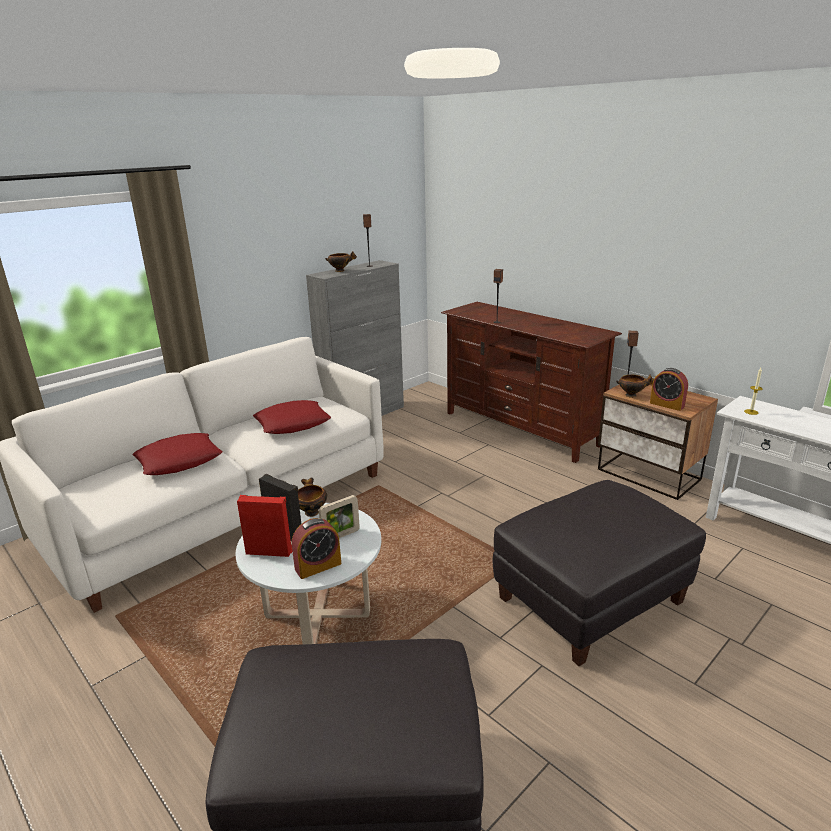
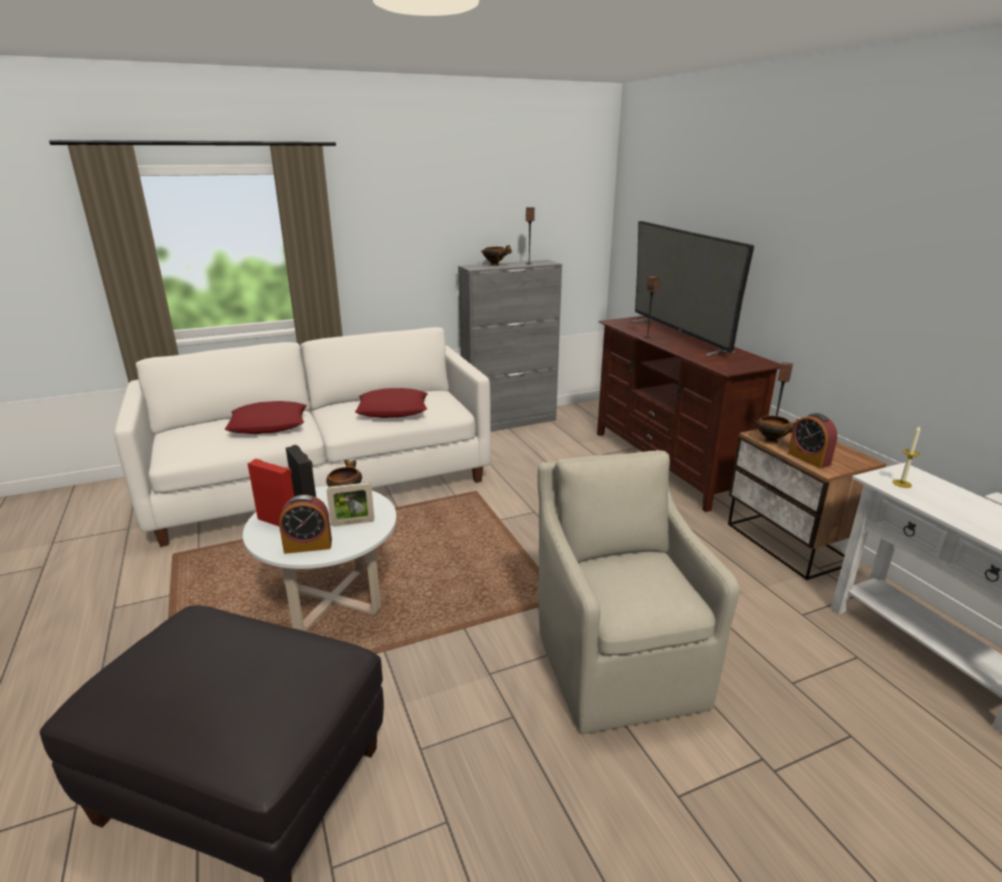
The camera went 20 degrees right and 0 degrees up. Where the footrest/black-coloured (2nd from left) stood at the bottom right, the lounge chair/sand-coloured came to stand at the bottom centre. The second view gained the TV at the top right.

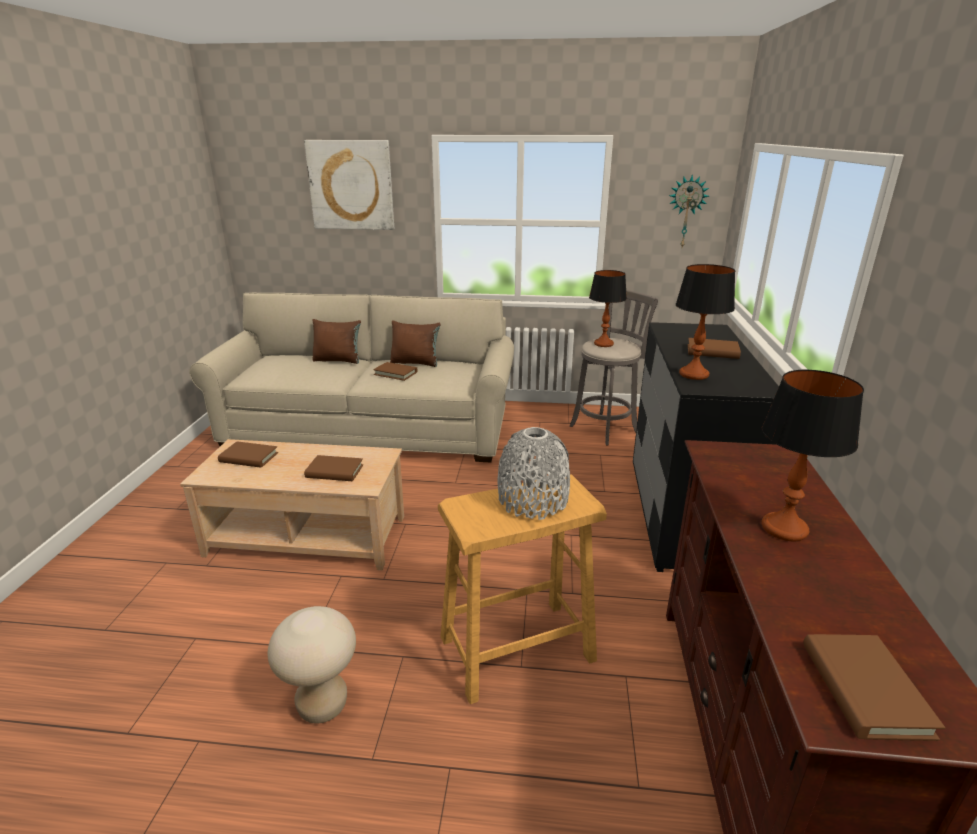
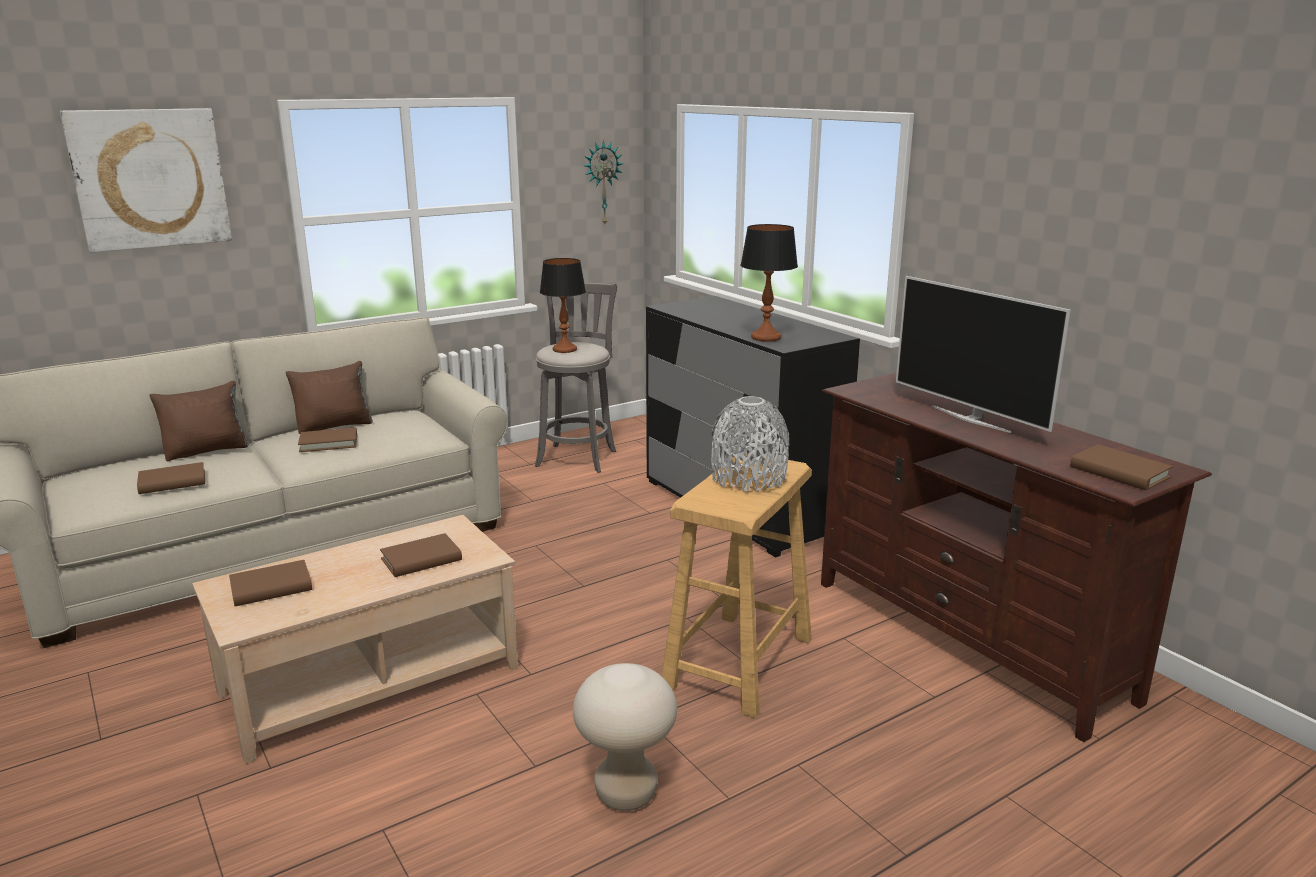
The camera went 40 degrees left and 5 degrees down. The volume/brown-coloured (4th from left in the first image) ended up elsewhere, having gone from the middle right to the middle left. Where the tabletop lamp (3rd from left) stood at the middle right, the TV came to stand at the middle right.

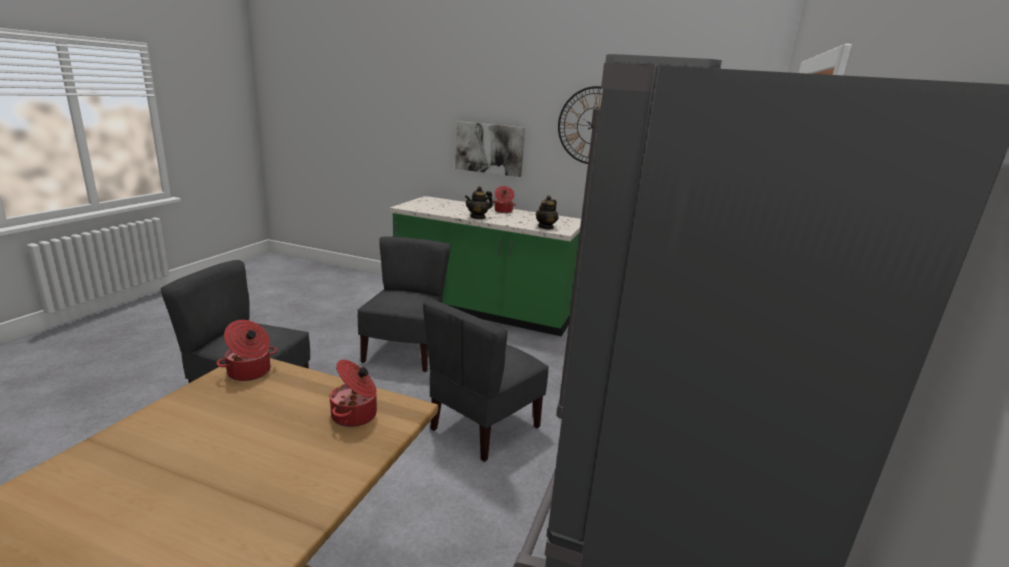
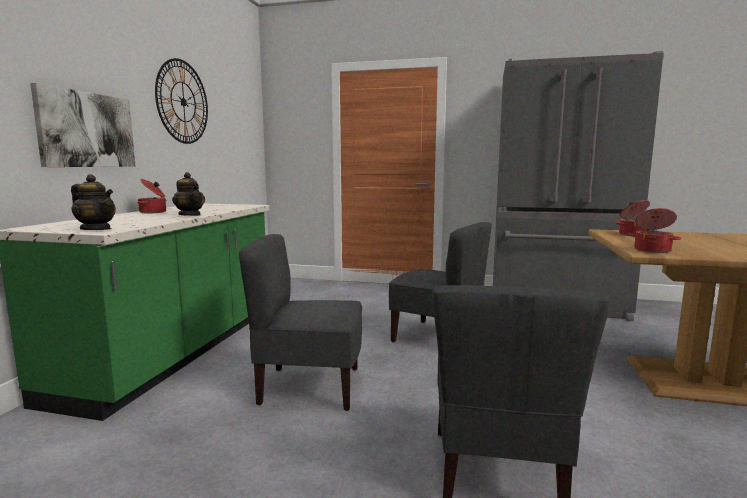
The camera went 95 degrees left and 10 degrees down. The tea pot (2nd from left in the first image) ended up elsewhere, having gone from the centre to the middle left.

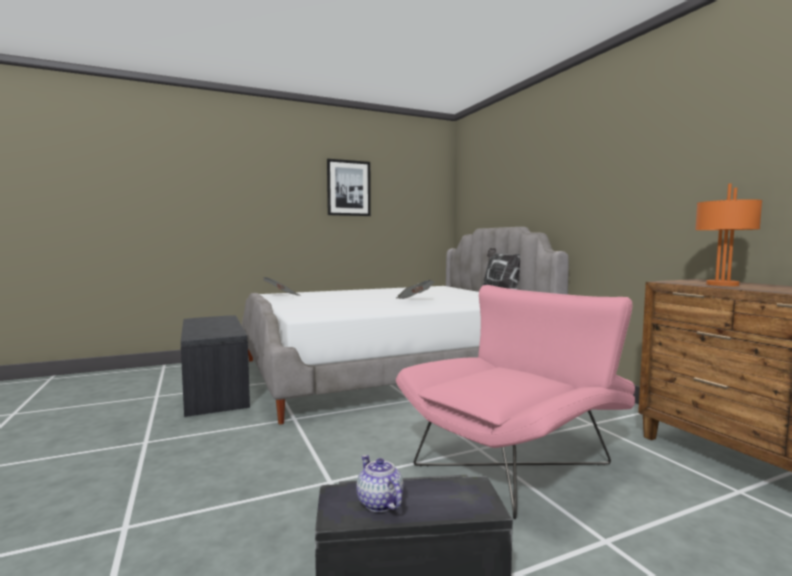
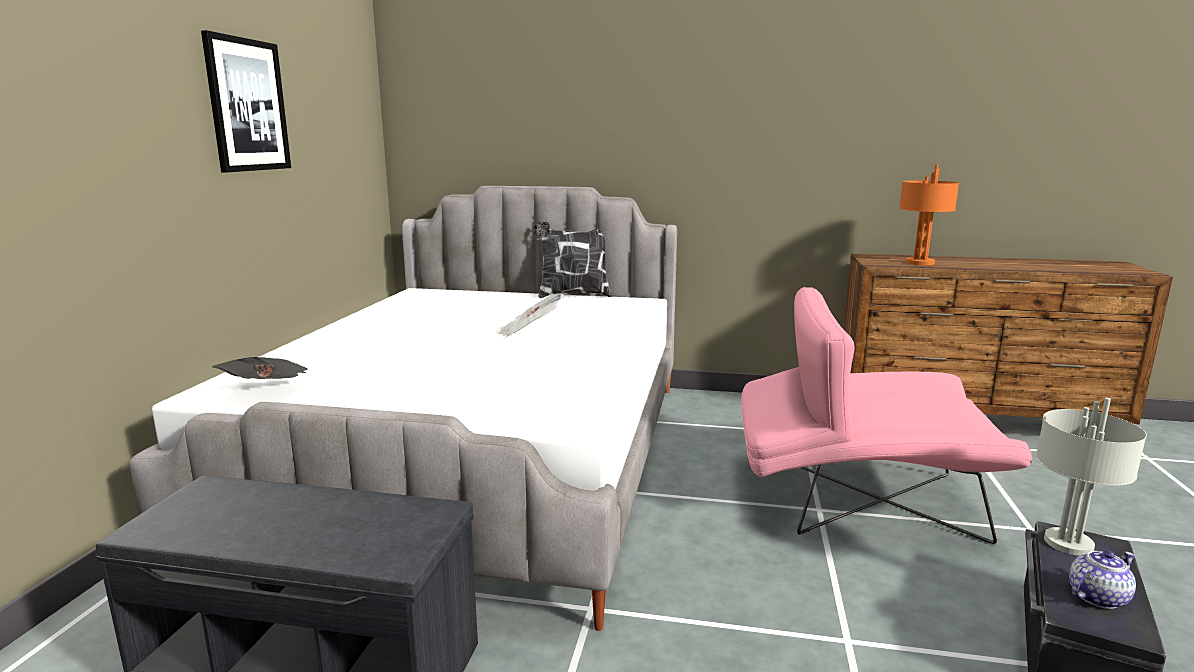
The camera went 55 degrees left and 10 degrees up. The tea pot at the bottom centre ended up facing another way, 150 degrees clockwise from before. The lounge chair/pink at the bottom centre ended up facing another way, 75 degrees counterclockwise from before. The second view gained the tabletop lamp/greyish at the bottom right.

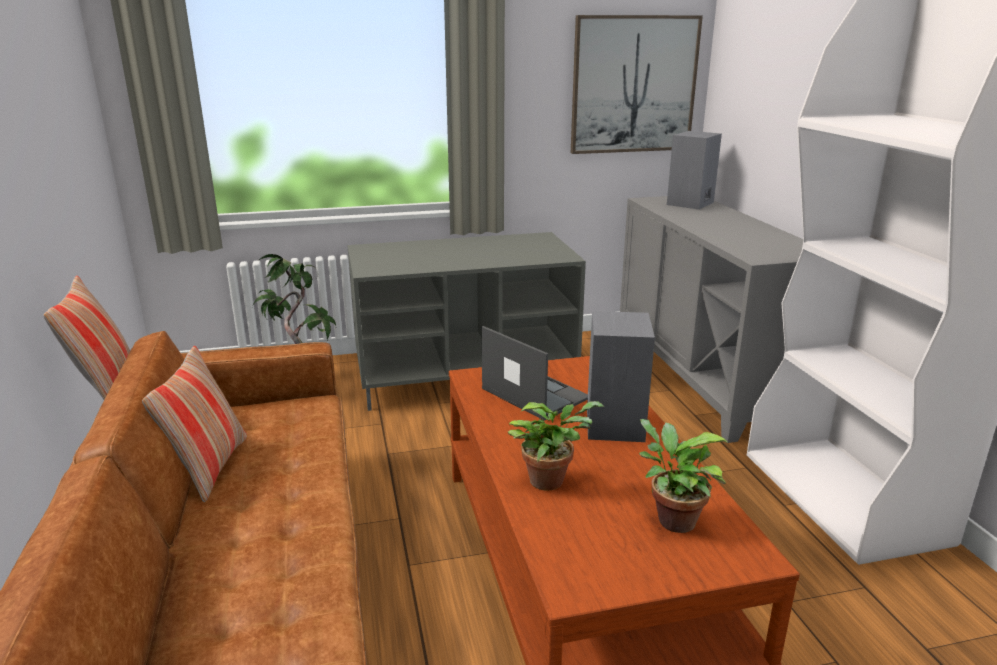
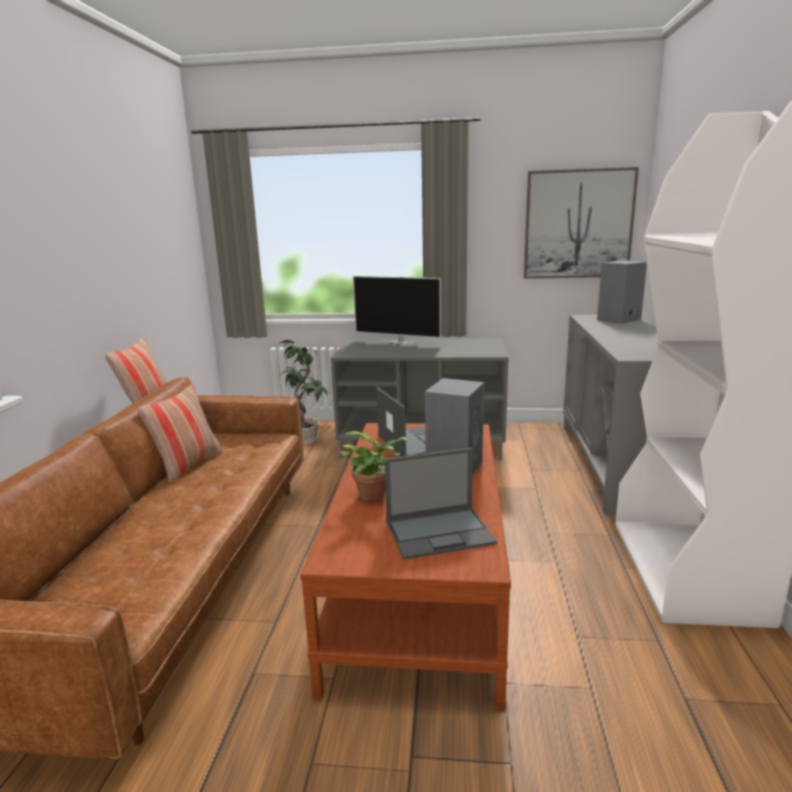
The camera went 20 degrees right and 5 degrees down. Where the houseplant (3rd from left) stood at the bottom right, the portable computer (2nd from left) came to stand at the centre. The second view gained the TV at the centre.

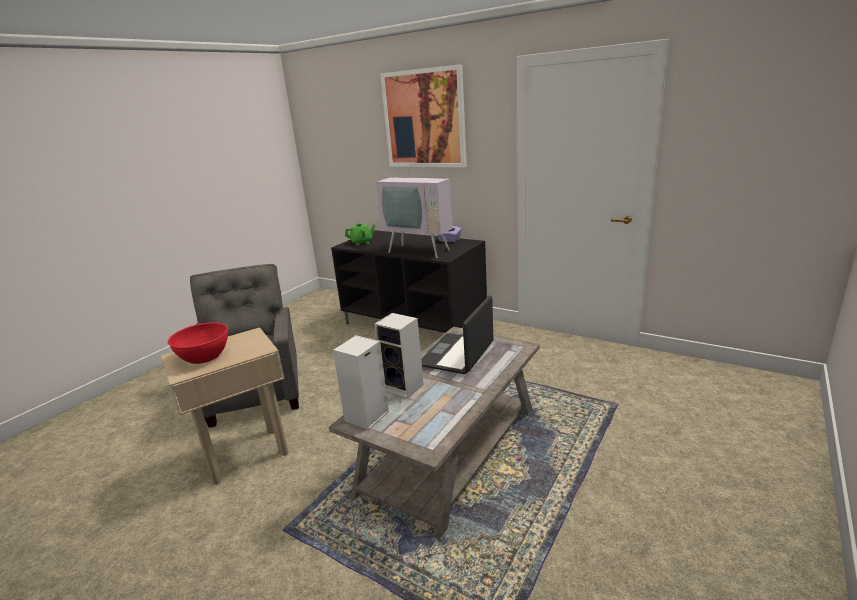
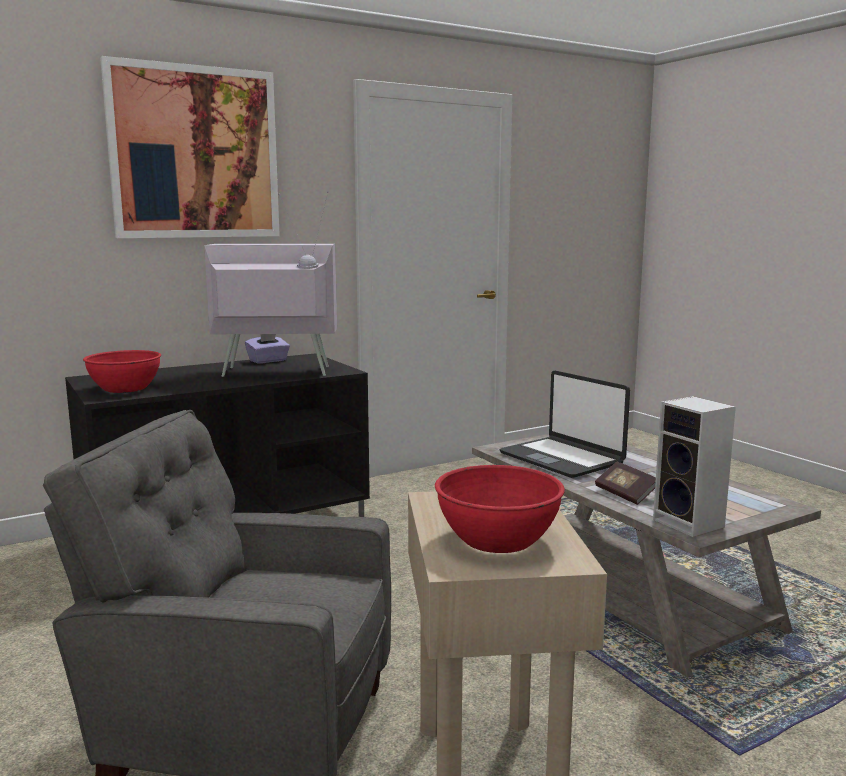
The camera went 65 degrees left and 10 degrees down. Where the tea pot/green-coloured stood at the centre, the bowl/red (1st from left) came to stand at the middle left. Where the audio speaker (2nd from left) stood at the centre, the volume came to stand at the middle right. The TV at the centre ended up facing another way, 150 degrees counterclockwise from before.

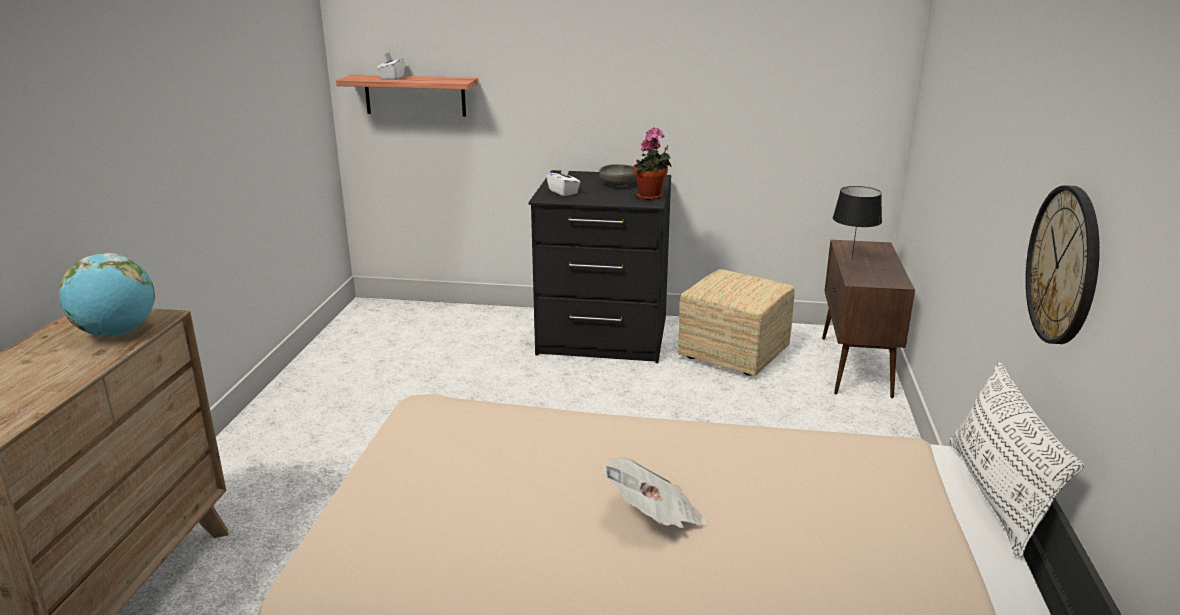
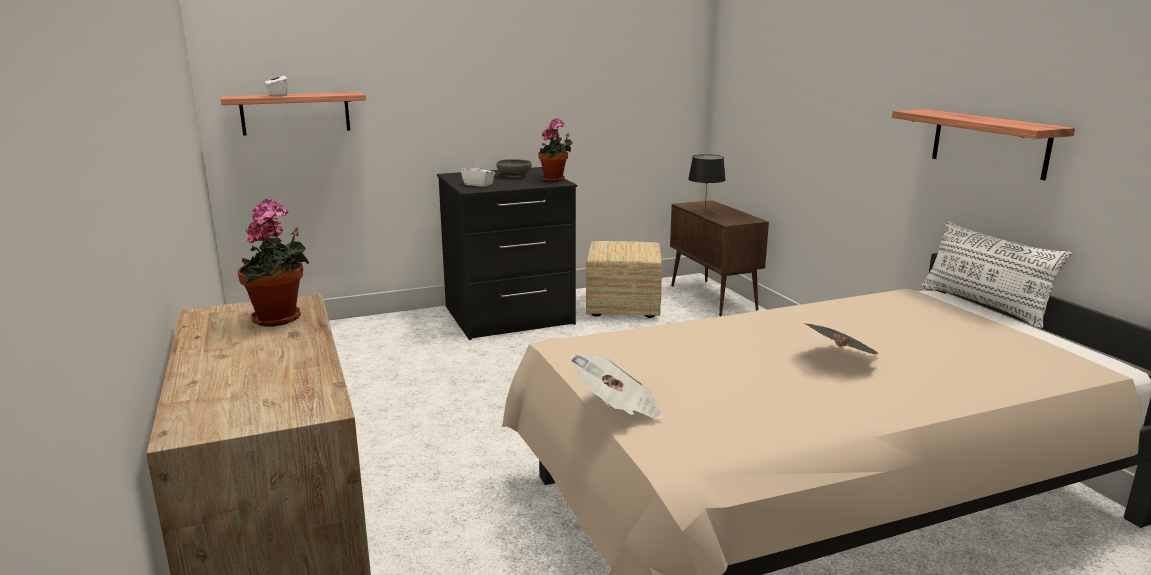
The camera went 30 degrees left and 5 degrees down. Where the desk globe stood at the middle left, the houseplant (1st from left) came to stand at the middle left. Where the clock on the wall hung at the middle right, the wall shelf (2nd from left) came to hang at the top right. The second view gained the newspaper (1st from left) at the bottom centre.

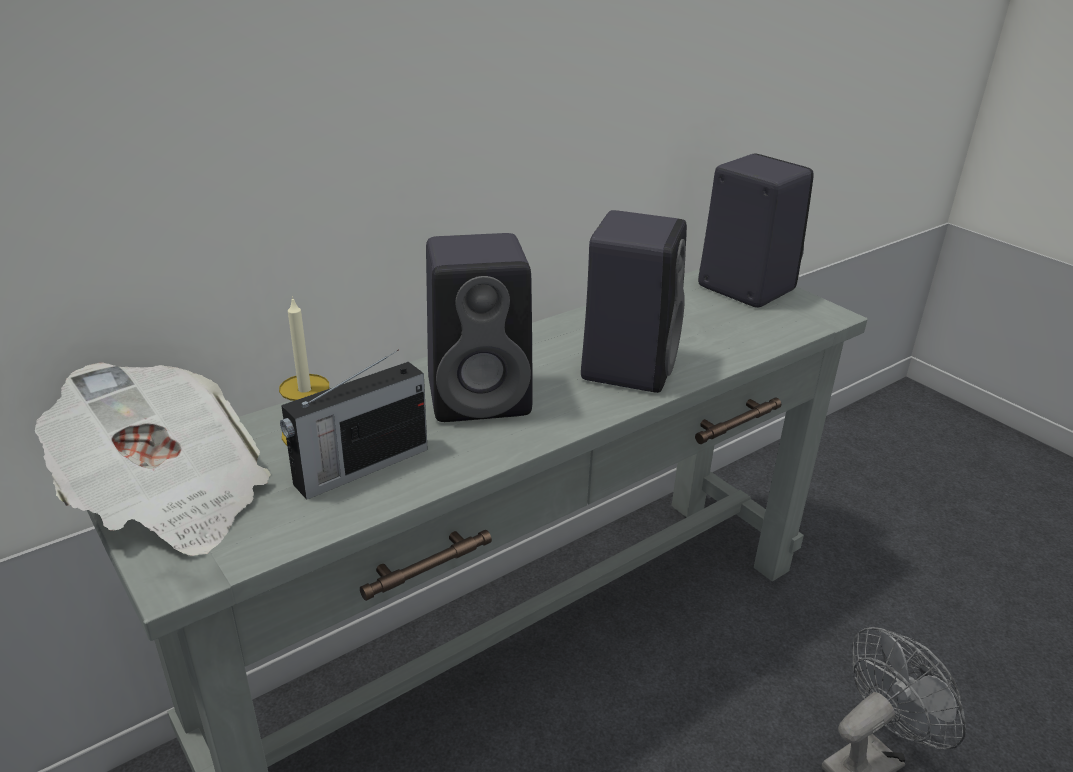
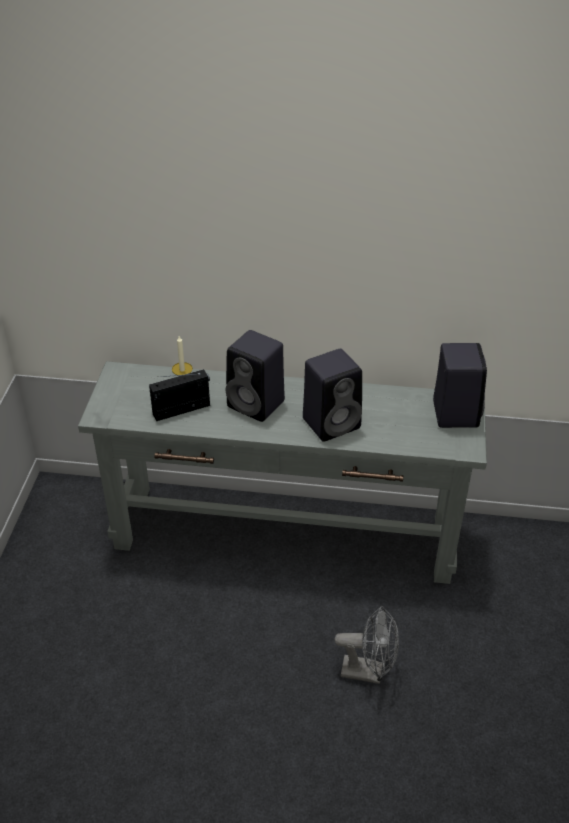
The camera went 45 degrees right and 10 degrees up. The second view lost the newspaper at the middle left. The radio set at the middle left ended up facing another way, 150 degrees clockwise from before.

